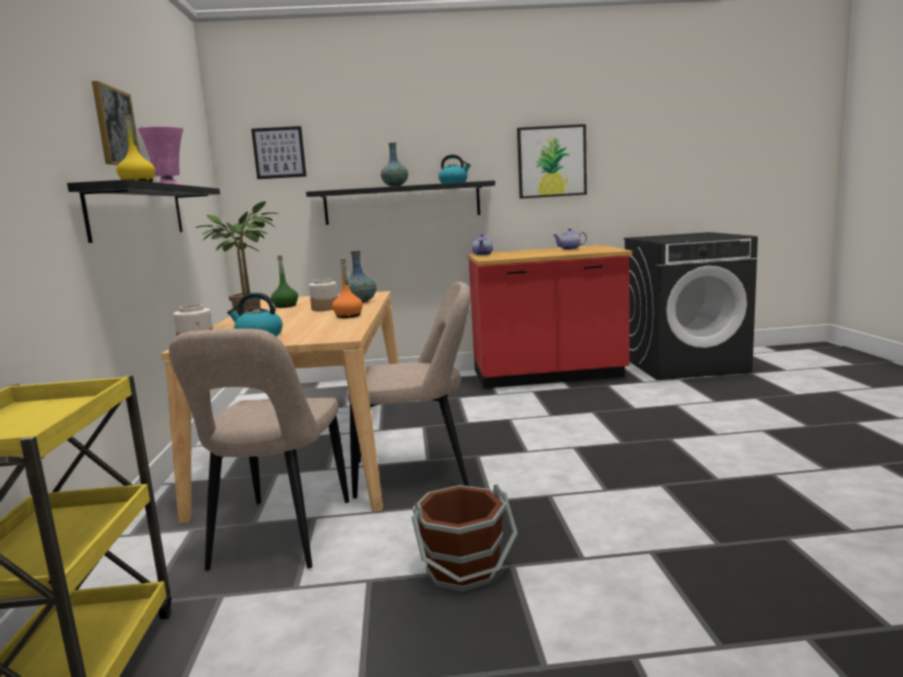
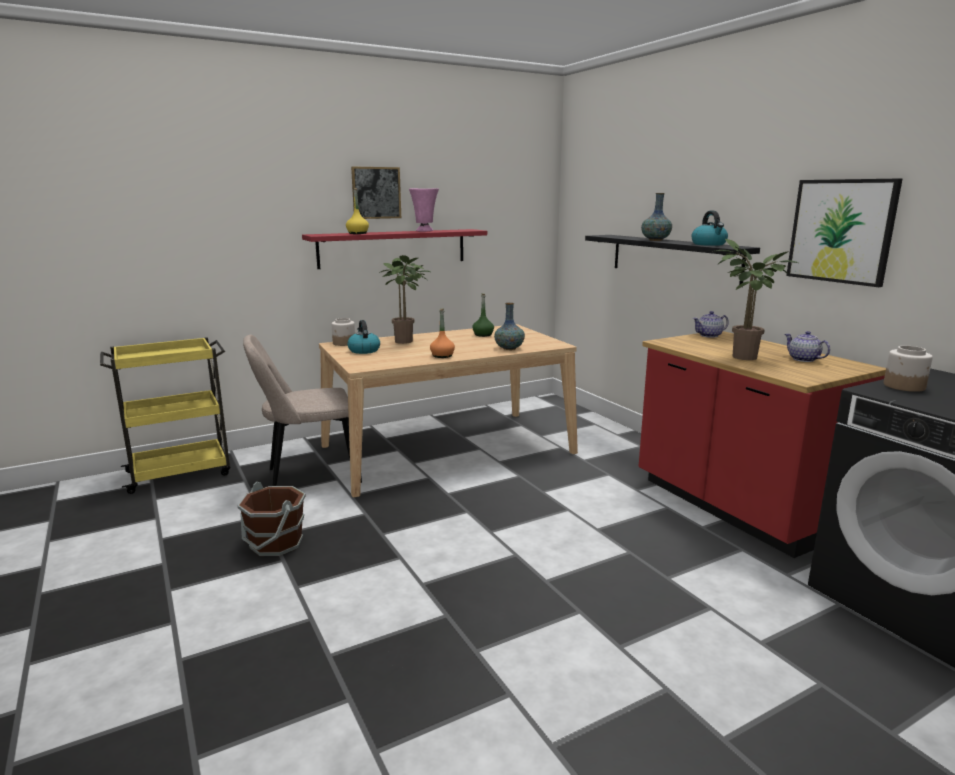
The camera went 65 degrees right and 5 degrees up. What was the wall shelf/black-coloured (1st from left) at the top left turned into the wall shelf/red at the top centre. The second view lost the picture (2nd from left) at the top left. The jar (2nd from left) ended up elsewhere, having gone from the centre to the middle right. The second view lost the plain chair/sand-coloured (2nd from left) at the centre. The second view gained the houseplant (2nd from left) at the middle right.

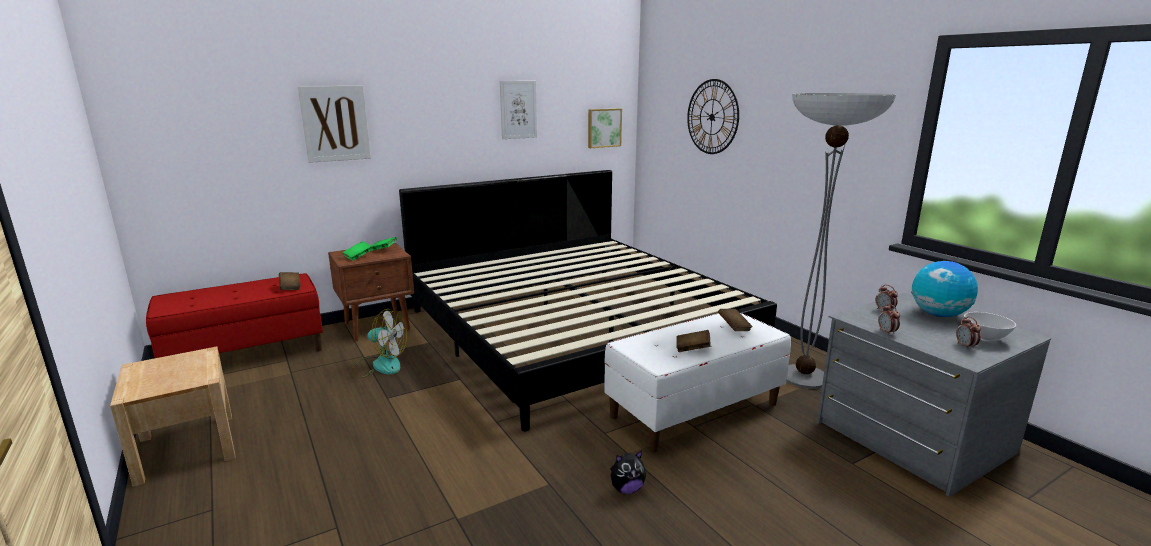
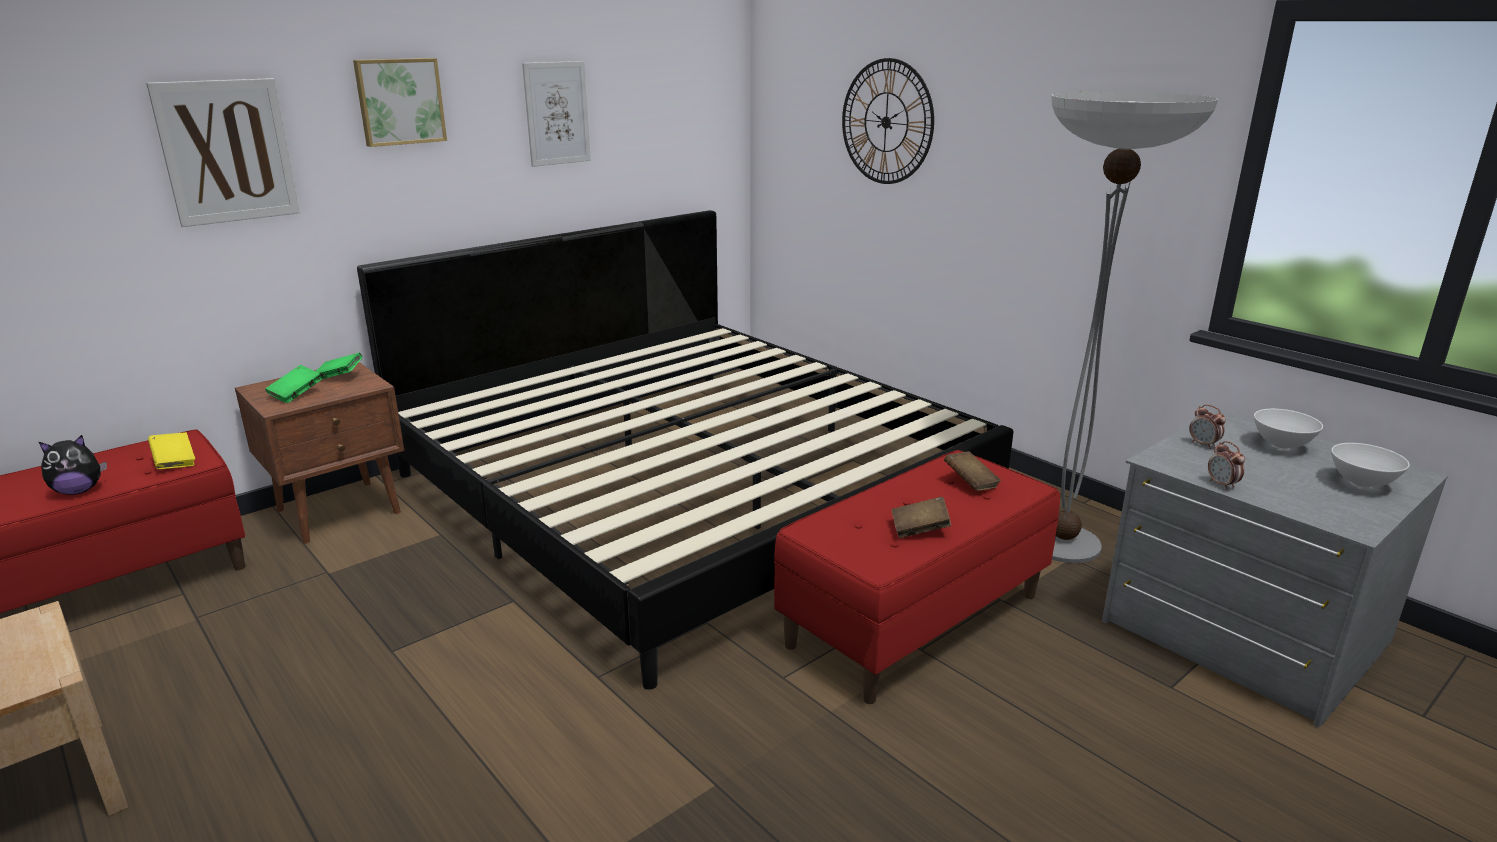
The camera went 10 degrees left and 5 degrees up. What was the volume/brown-coloured (1st from left) at the middle left turned into the volume/yellowish at the middle left. The second view lost the fan at the middle left. The picture (3rd from left in the first image) ended up elsewhere, having gone from the top centre to the top left. What was the indoor bench/white at the bottom centre turned into the indoor bench/red (2nd from left) at the bottom centre. The cuddly toy ended up elsewhere, having gone from the bottom centre to the middle left. Where the desk globe stood at the middle right, the bowl/white (1st from left) came to stand at the middle right. The second view lost the bedside clock (3rd from left) at the middle right.

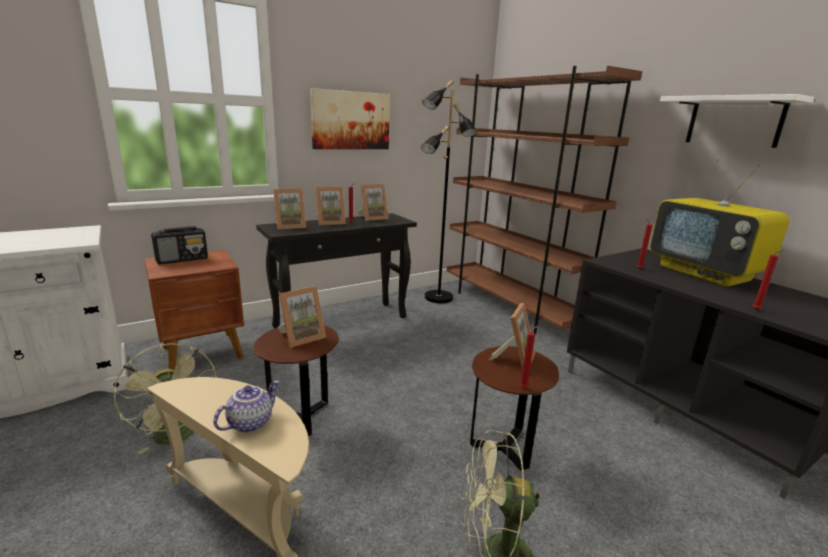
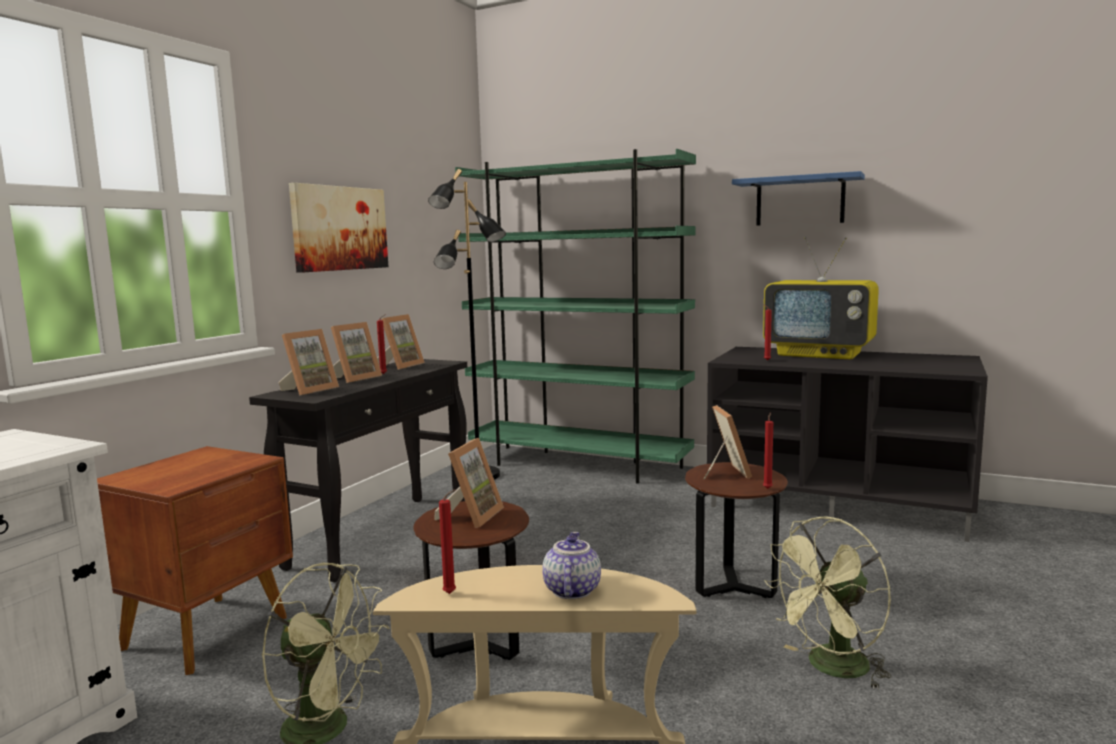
The camera went 30 degrees left and 10 degrees down. The second view lost the radio set at the middle left. What was the bookshelf/brown-coloured at the centre turned into the bookshelf/green-coloured at the centre. What was the wall shelf/white at the top right turned into the wall shelf/blue at the top right. The wax candle/red (4th from left in the first image) ended up elsewhere, having gone from the middle right to the bottom centre.

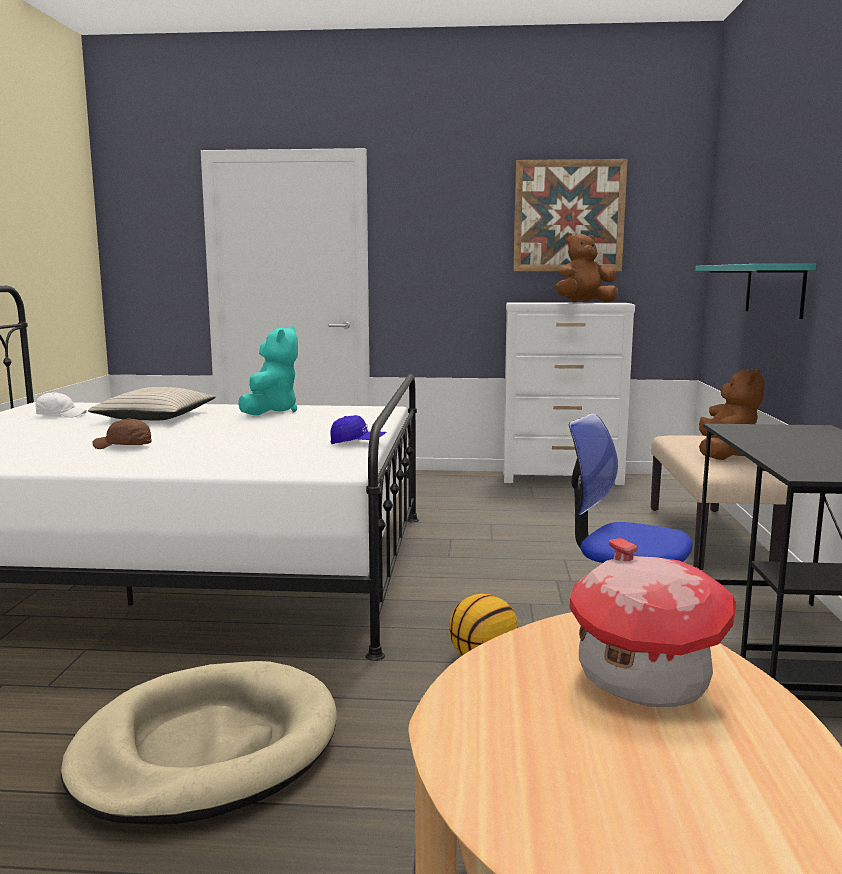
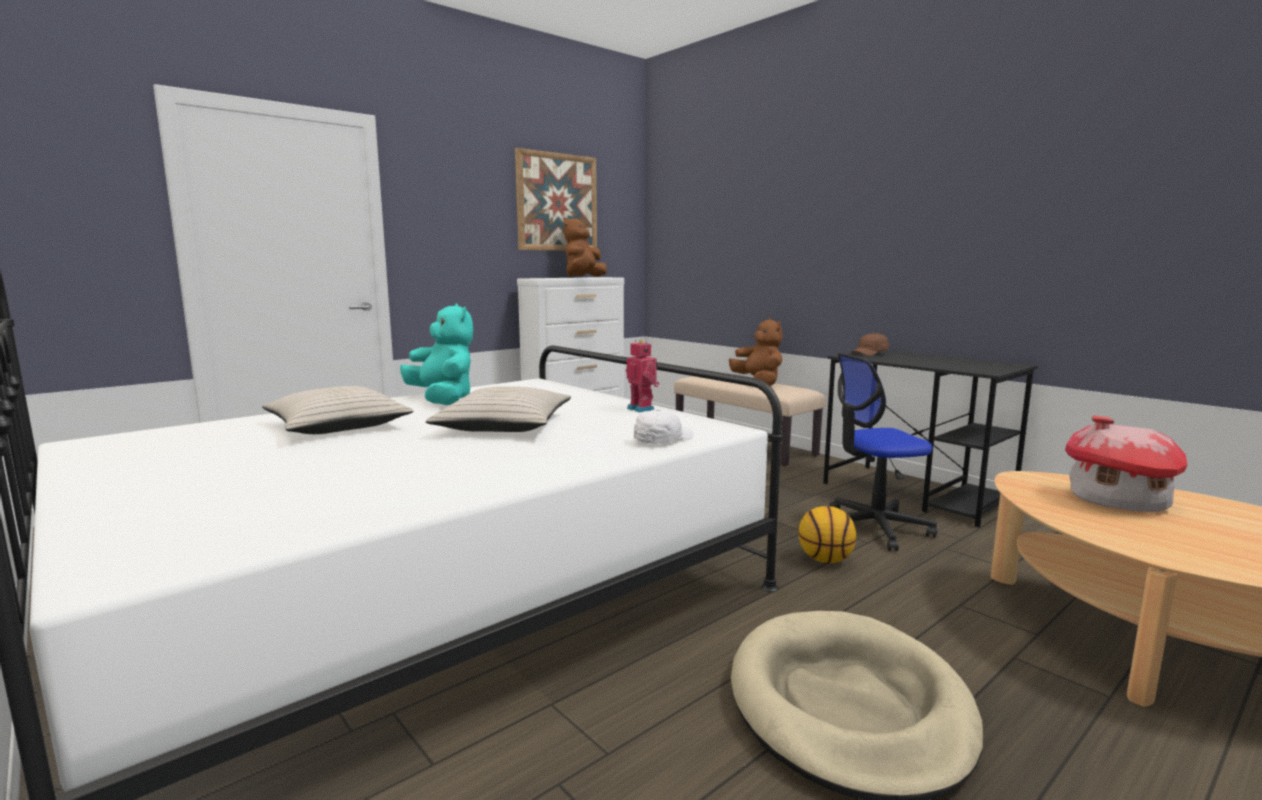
The camera went 45 degrees left and 0 degrees up. The cap/white ended up elsewhere, having gone from the middle left to the centre. The cap/brown-coloured ended up elsewhere, having gone from the middle left to the middle right. Where the cap/blue stood at the centre, the toy robot came to stand at the centre. The second view lost the wall shelf/blue-green at the top right. The second view gained the cushion/sand-coloured (2nd from left) at the centre.

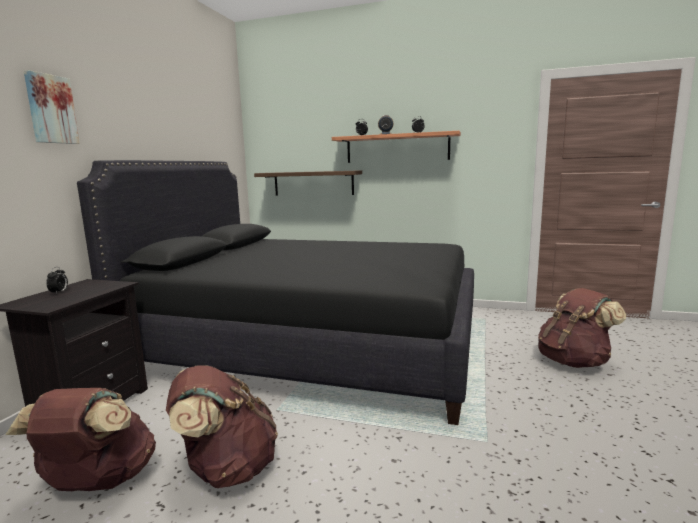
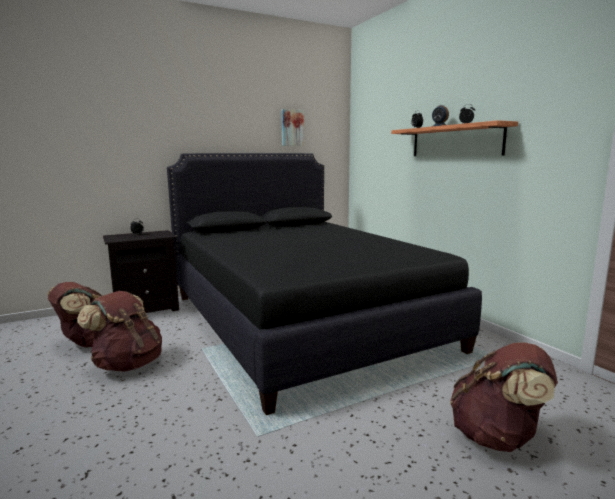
The camera went 45 degrees right and 0 degrees up. The picture ended up elsewhere, having gone from the top left to the top centre. The second view lost the wall shelf (1st from left) at the centre.

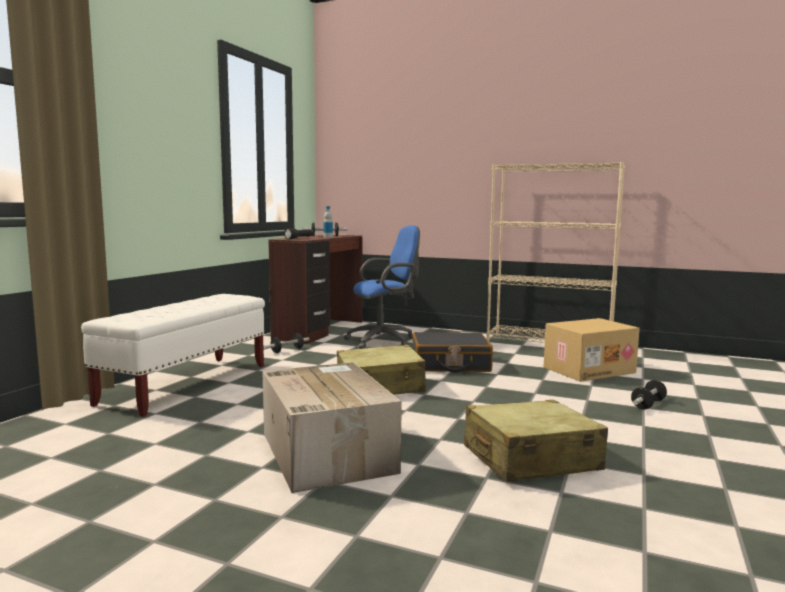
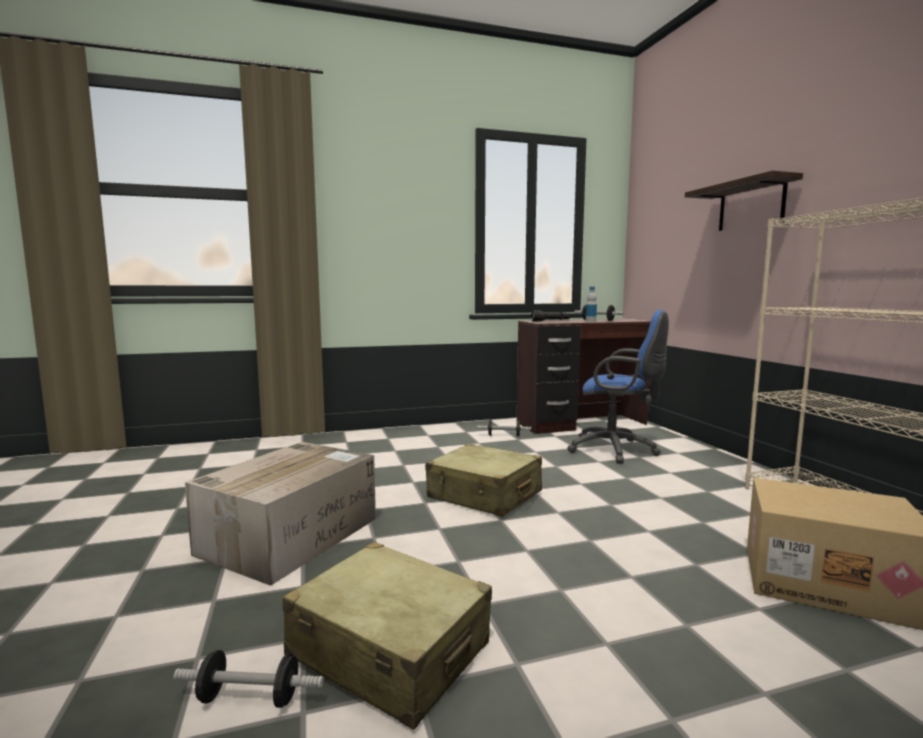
The camera went 50 degrees right and 0 degrees up. The second view lost the indoor bench/white at the middle left. The second view lost the travel case/black-coloured at the centre. The free weight (3rd from left in the first image) ended up elsewhere, having gone from the middle right to the bottom left. The second view gained the wall shelf at the top right.

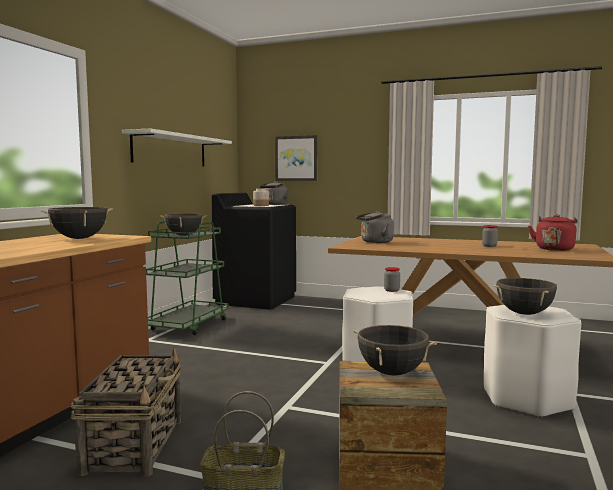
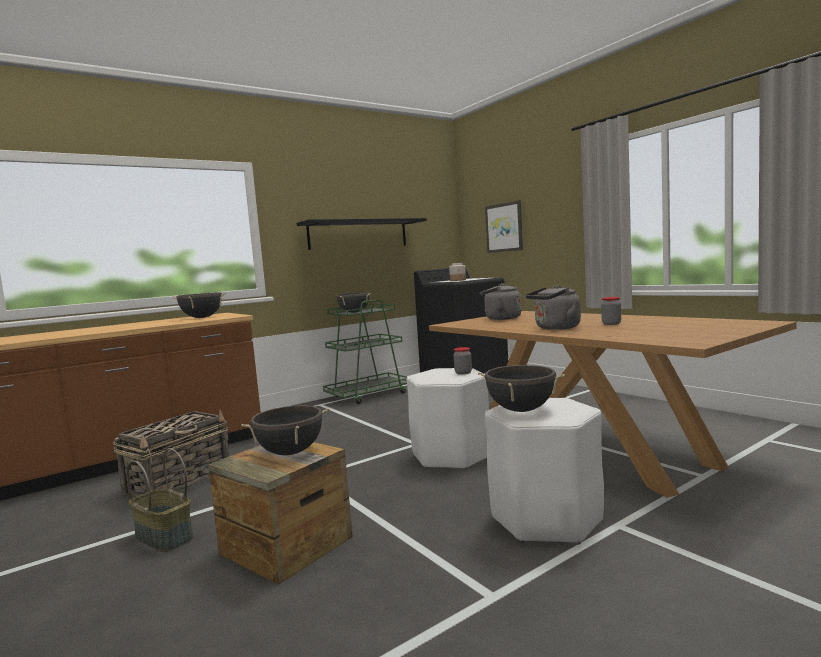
The camera went 35 degrees right and 0 degrees up. What was the wall shelf/white at the top left turned into the wall shelf/black-coloured at the centre. The kettle/greyish (1st from left in the first image) ended up elsewhere, having gone from the centre to the middle right. The second view lost the kettle/red at the middle right.

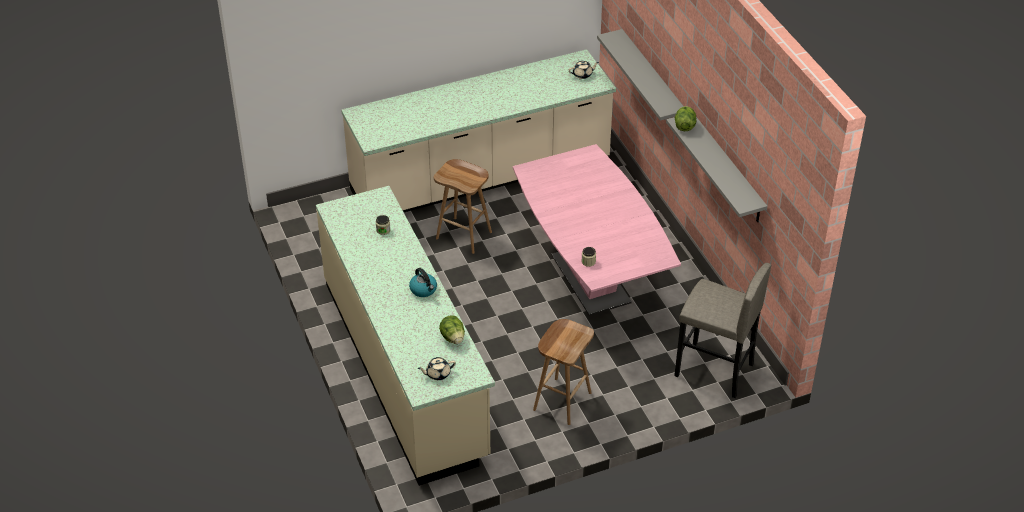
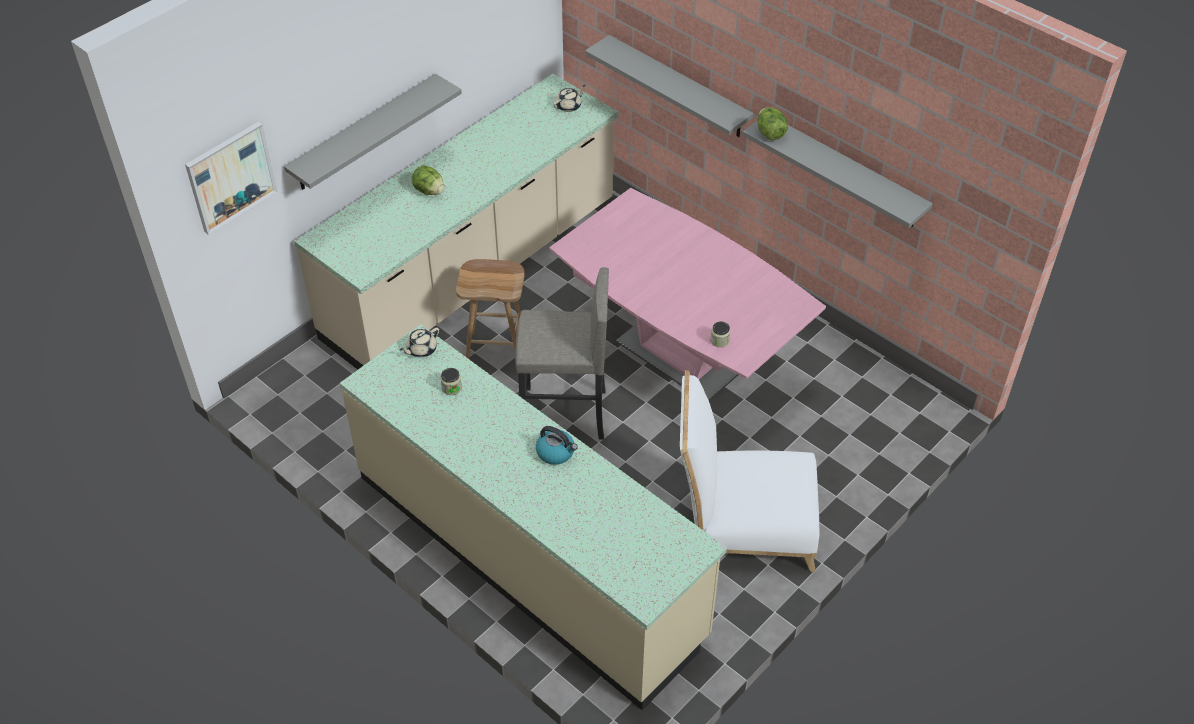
The camera went 25 degrees left and 5 degrees up. The tea pot/sand-coloured (1st from left) ended up elsewhere, having gone from the bottom centre to the centre. The lettuce (1st from left) ended up elsewhere, having gone from the centre to the top centre. Where the stool/brown-coloured (2nd from left) stood at the bottom centre, the plain chair/white came to stand at the centre. The stool/greyish ended up elsewhere, having gone from the middle right to the centre. The second view gained the picture at the top left. The second view gained the wall shelf/greyish (1st from left) at the top left.

